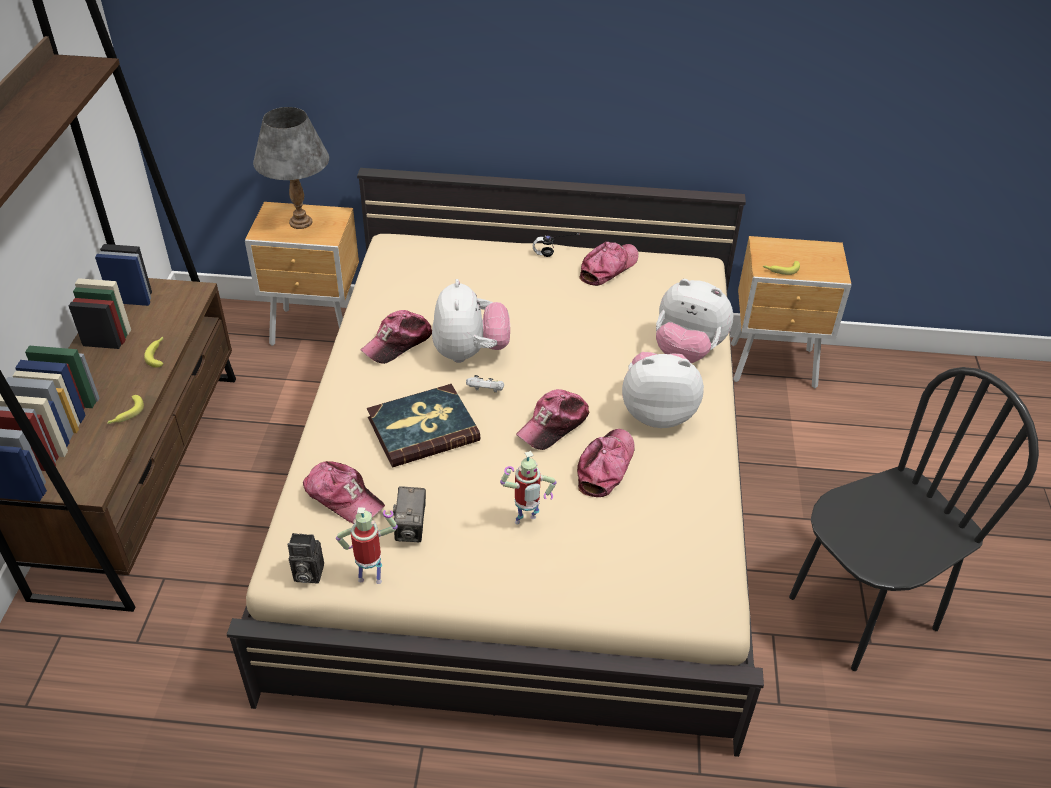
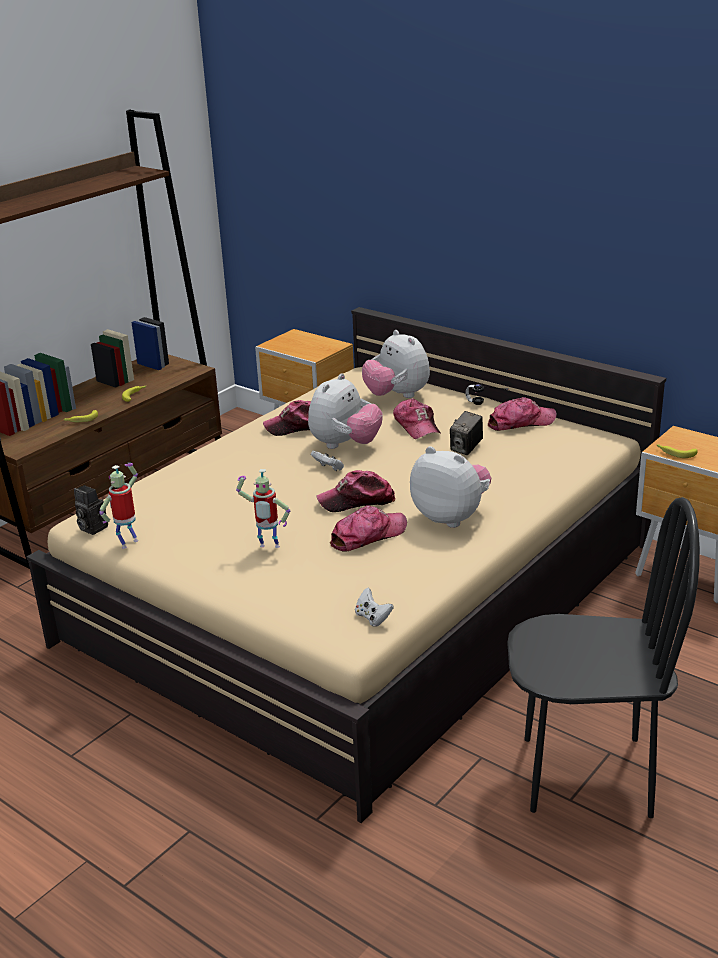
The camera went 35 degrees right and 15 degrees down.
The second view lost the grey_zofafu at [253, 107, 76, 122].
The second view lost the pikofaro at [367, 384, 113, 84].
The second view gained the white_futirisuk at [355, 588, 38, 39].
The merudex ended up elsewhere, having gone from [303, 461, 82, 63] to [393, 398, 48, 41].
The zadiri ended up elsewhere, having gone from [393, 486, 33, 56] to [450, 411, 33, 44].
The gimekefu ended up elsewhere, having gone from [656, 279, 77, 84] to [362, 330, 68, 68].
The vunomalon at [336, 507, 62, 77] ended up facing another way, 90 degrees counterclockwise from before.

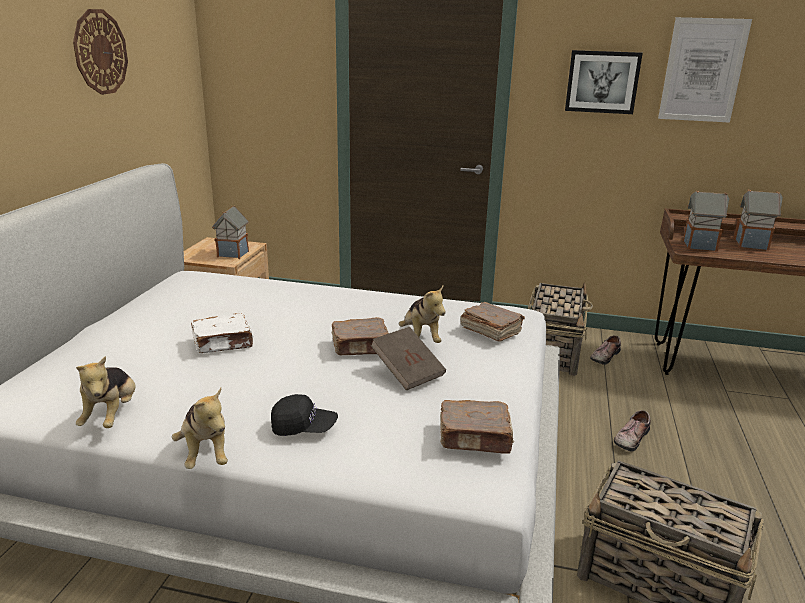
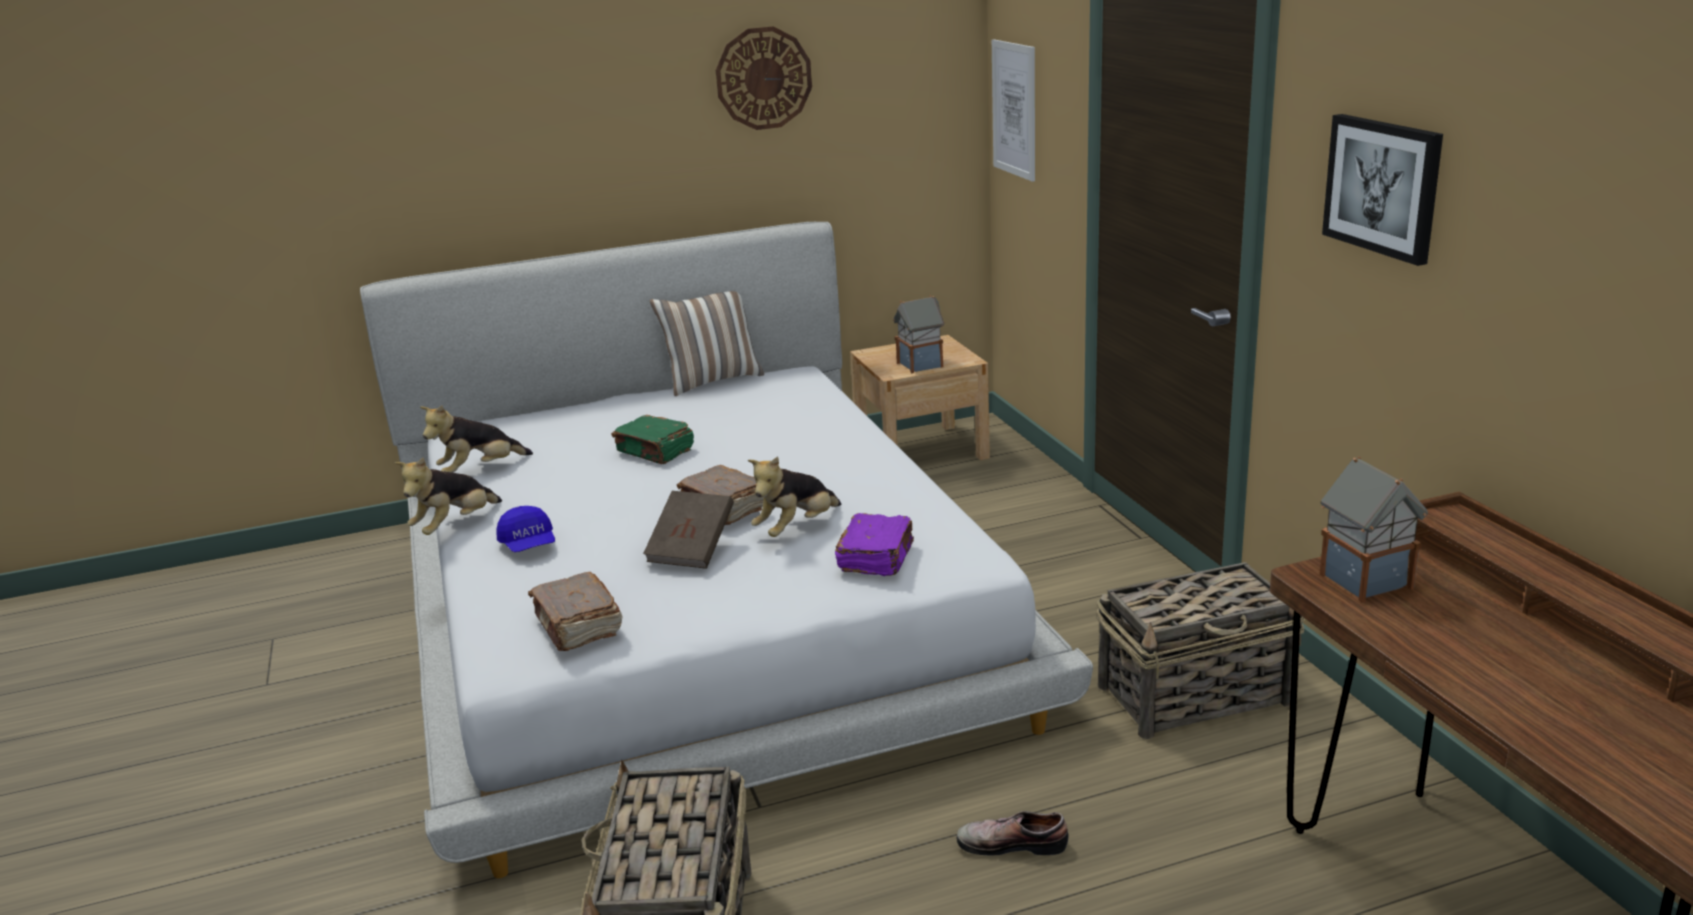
The camera went 60 degrees right and 0 degrees up.
The second view lost the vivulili at [590, 335, 31, 30].
The second view lost the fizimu at [733, 189, 50, 61].
The second view gained the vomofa at [650, 291, 114, 105].
The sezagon ended up elsewhere, having gone from [658, 17, 94, 106] to [992, 39, 43, 143].
What was the white_pikofaro at [191, 313, 63, 40] turned into the green_pikofaro at [611, 415, 83, 49].
What was the black_merudex at [271, 394, 67, 42] turned into the blue_merudex at [497, 506, 58, 46].
What was the brown_pikofaro at [461, 302, 64, 40] turned into the purple_pikofaro at [835, 513, 79, 63].

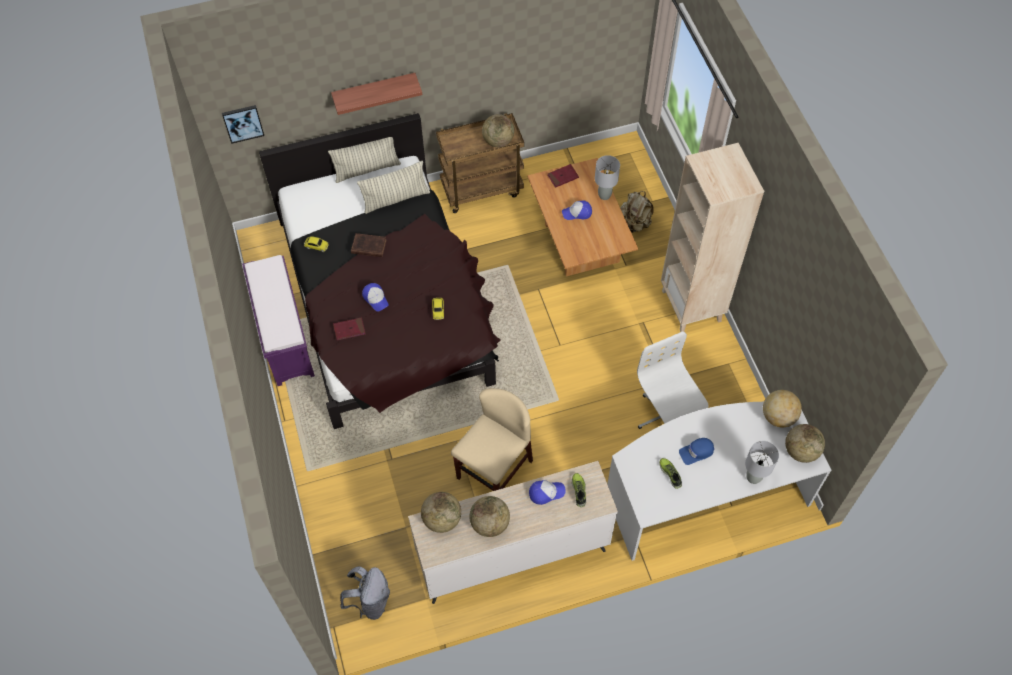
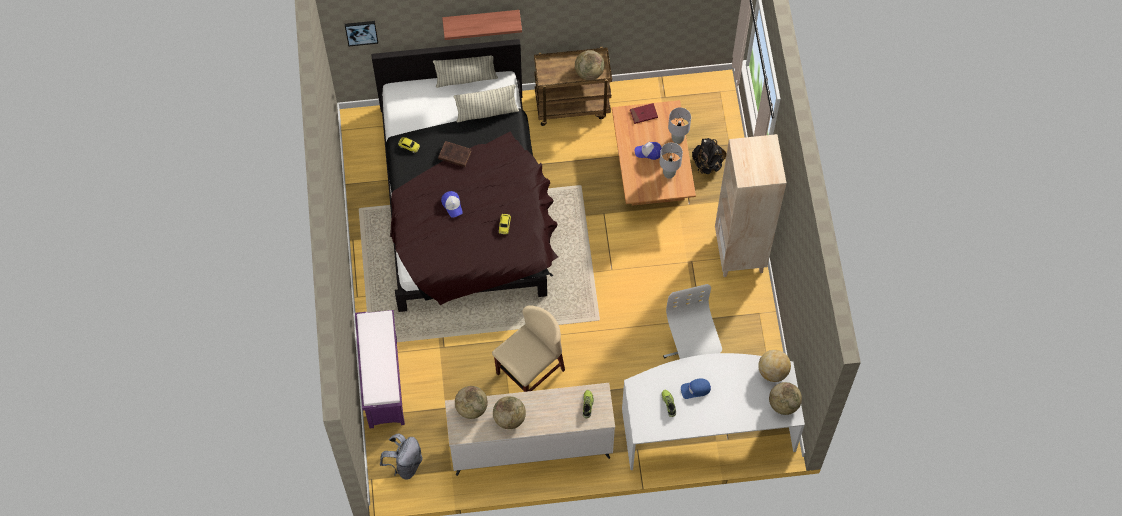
The camera went 10 degrees right and 5 degrees up.
The second view lost the red_pikofaro at [333, 317, 33, 23].
The second view lost the merudex at [529, 480, 37, 25].
The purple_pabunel ended up elsewhere, having gone from [242, 255, 73, 131] to [355, 310, 50, 119].
The grey_zofafu ended up elsewhere, having gone from [745, 441, 34, 43] to [660, 143, 23, 36].
What was the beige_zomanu at [620, 191, 34, 42] turned into the black_zomanu at [692, 138, 34, 36].

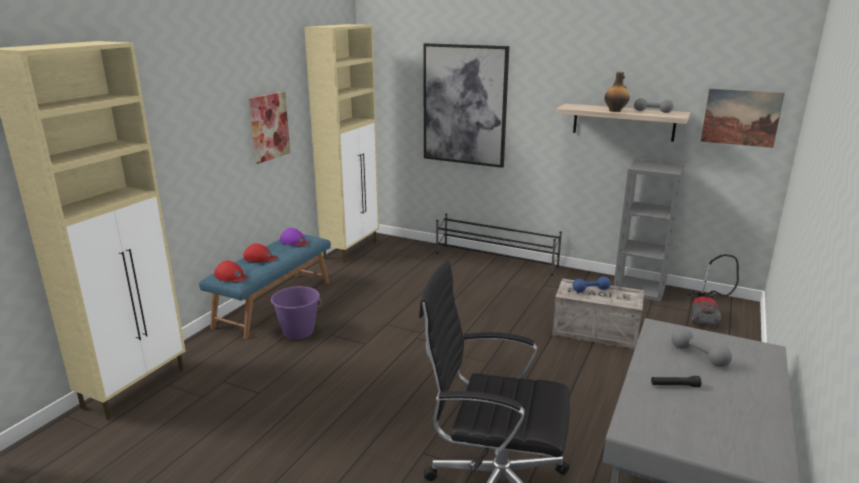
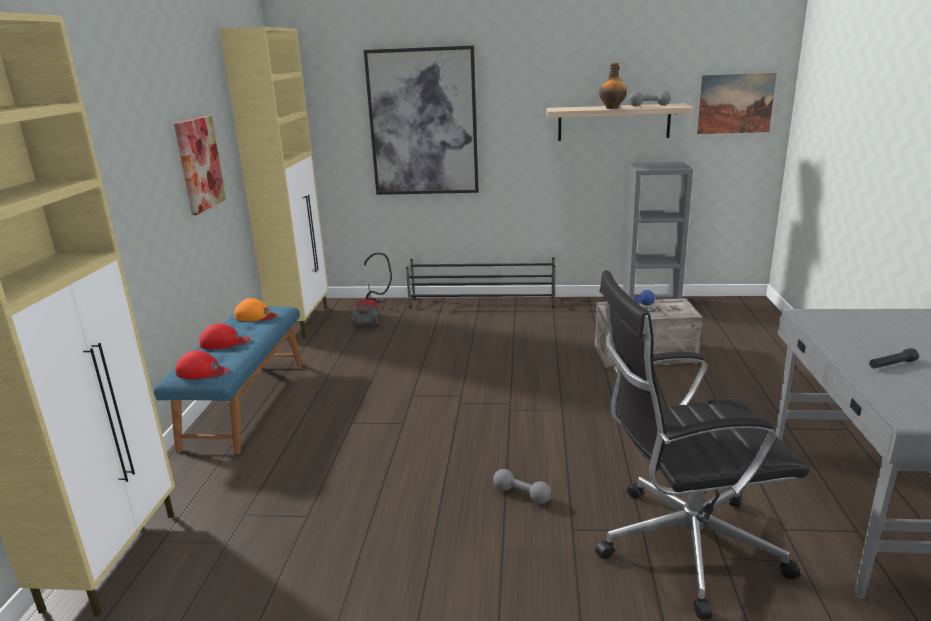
The camera went 20 degrees left and 0 degrees up.
The second view lost the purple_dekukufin at [271, 286, 51, 54].
The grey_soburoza ended up elsewhere, having gone from [671, 328, 61, 39] to [493, 469, 58, 35].
The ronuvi ended up elsewhere, having gone from [687, 254, 52, 74] to [351, 253, 41, 74].
What was the purple_merudex at [280, 228, 29, 19] turned into the orange_merudex at [234, 298, 44, 23].

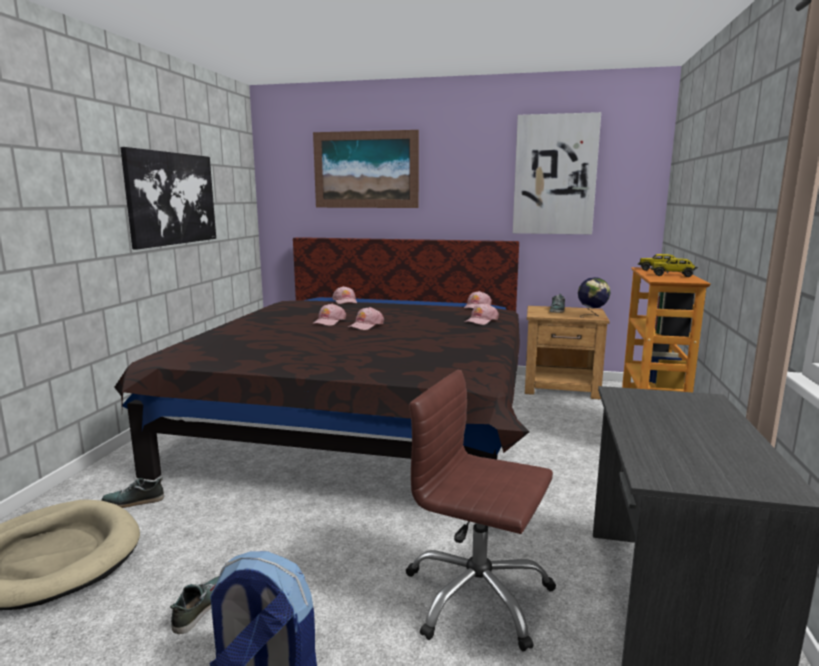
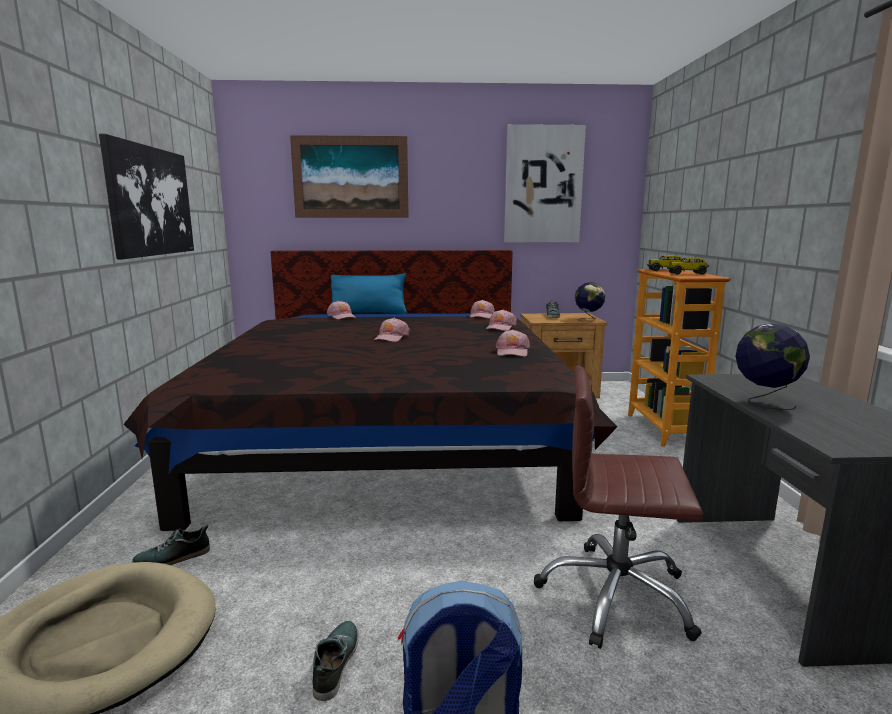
The camera went 15 degrees left and 0 degrees up.
The second view gained the blue_vomofa at [331, 273, 76, 41].
The second view gained the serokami at [735, 323, 75, 87].
The pink_merudex ended up elsewhere, having gone from [312, 303, 34, 23] to [496, 329, 34, 28].

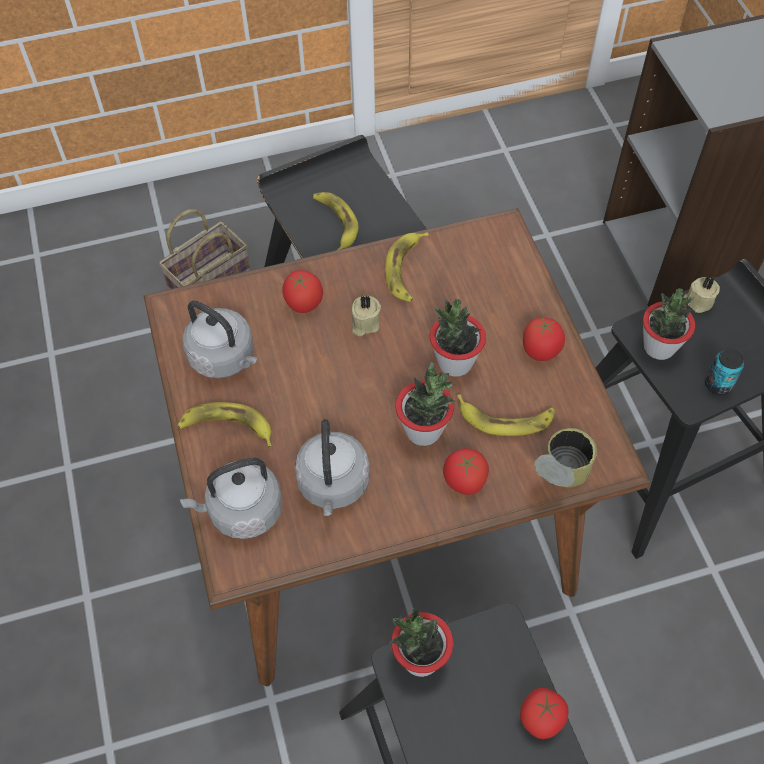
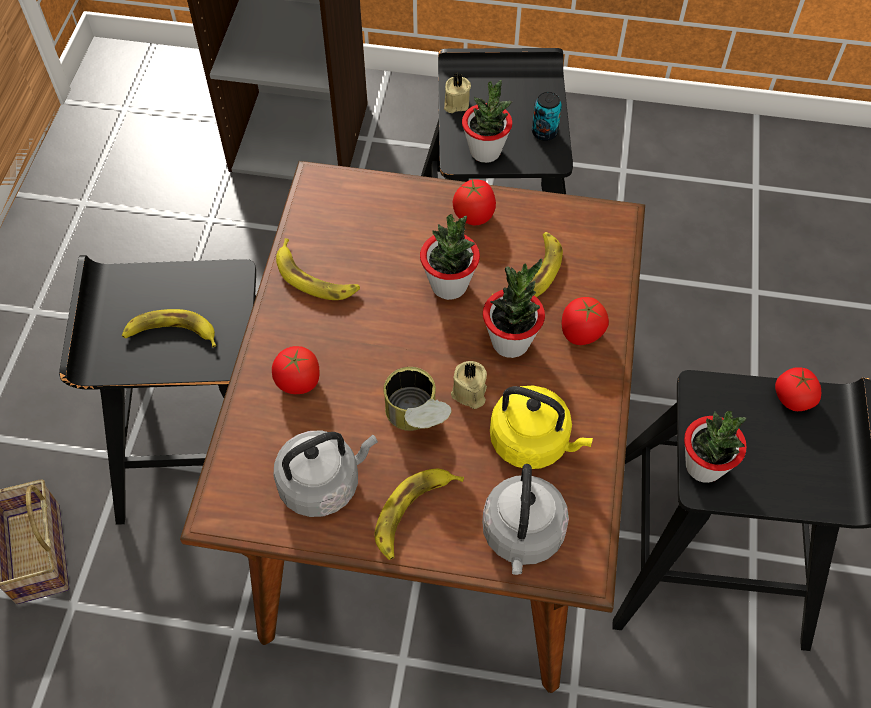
The camera went 65 degrees left and 0 degrees up.
The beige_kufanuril ended up elsewhere, having gone from [352, 296, 29, 40] to [451, 361, 36, 48].
The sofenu ended up elsewhere, having gone from [534, 428, 63, 59] to [384, 367, 67, 64].
What was the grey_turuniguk at [294, 419, 76, 97] turned into the yellow_turuniguk at [490, 385, 103, 84].

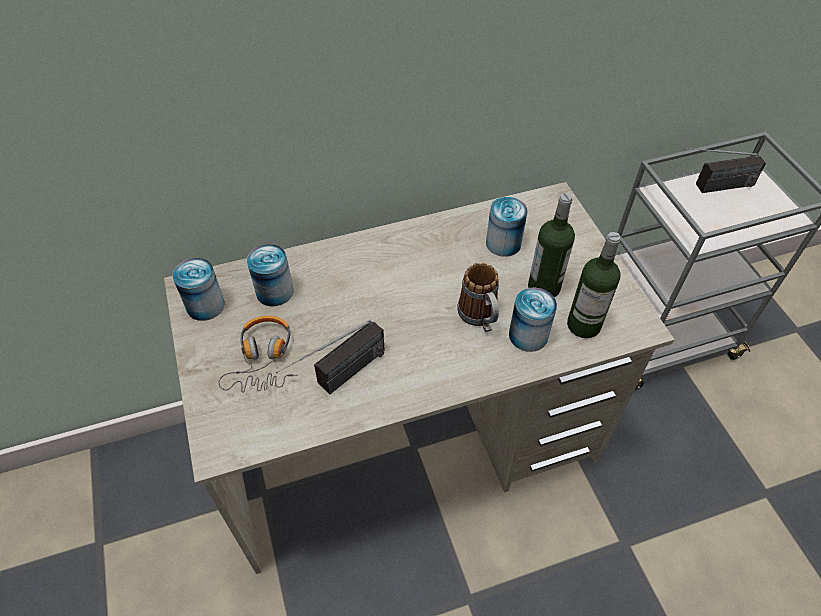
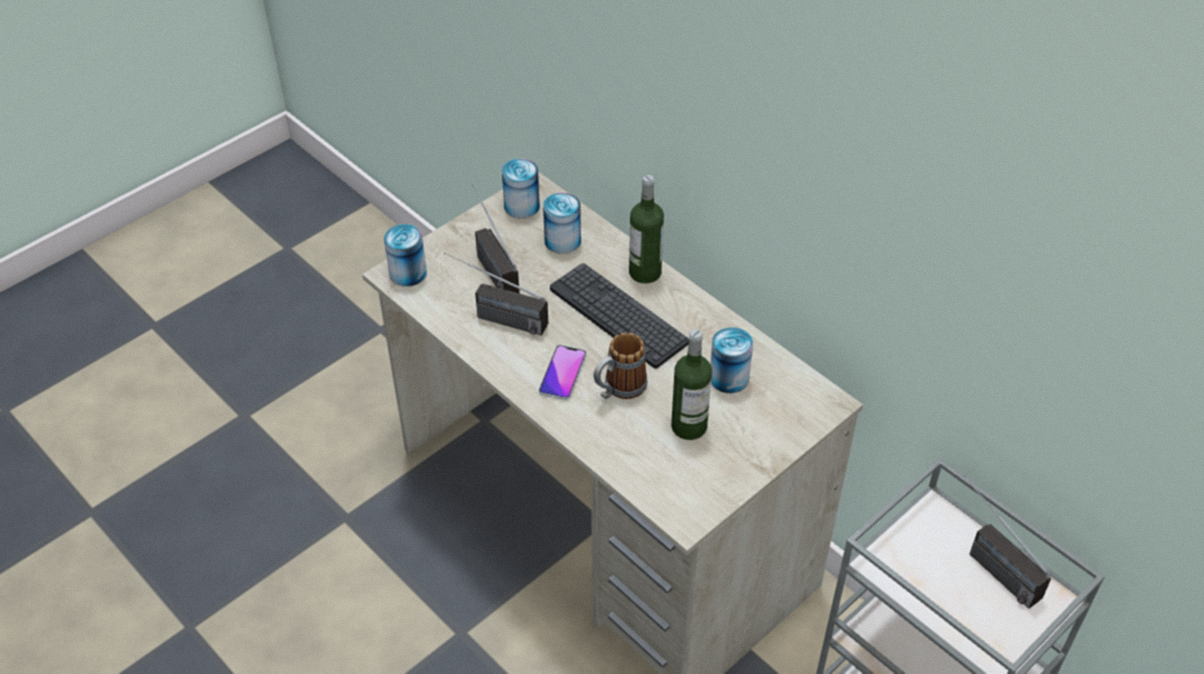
The camera went 65 degrees right and 5 degrees down.
The second view gained the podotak at [539, 345, 48, 55].
The second view gained the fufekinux at [550, 263, 139, 106].
The sofenu ended up elsewhere, having gone from [509, 288, 48, 64] to [384, 224, 43, 63].
The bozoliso ended up elsewhere, having gone from [567, 232, 54, 106] to [629, 175, 35, 109].
Where the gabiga stood at [219, 316, 78, 77], the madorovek came to stand at [472, 184, 47, 109].

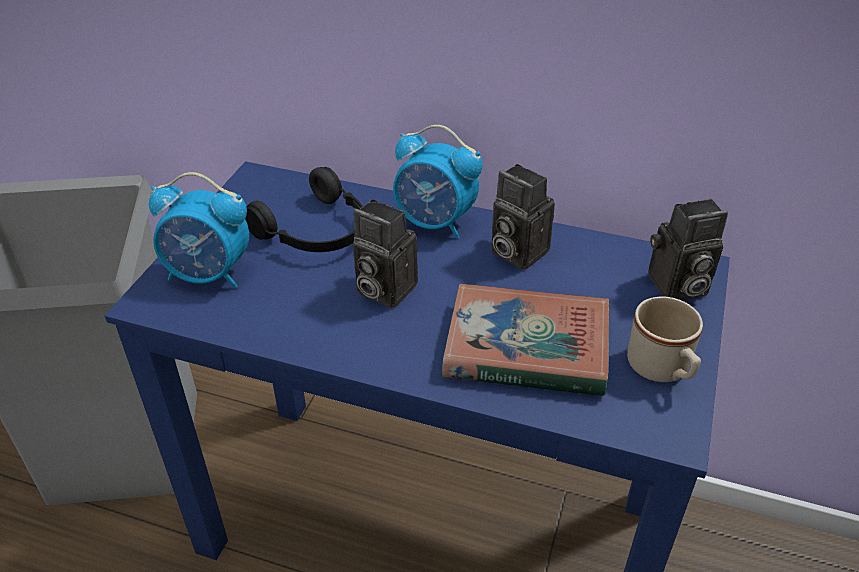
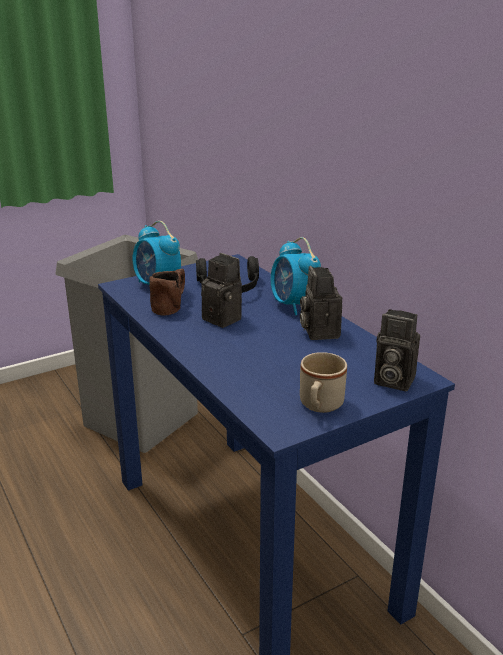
The camera went 40 degrees right and 15 degrees down.
The second view lost the pikofaro at [442, 284, 167, 112].
The second view gained the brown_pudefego at [149, 269, 36, 47].
The zadiri at [353, 199, 65, 109] ended up facing another way, 150 degrees clockwise from before.

